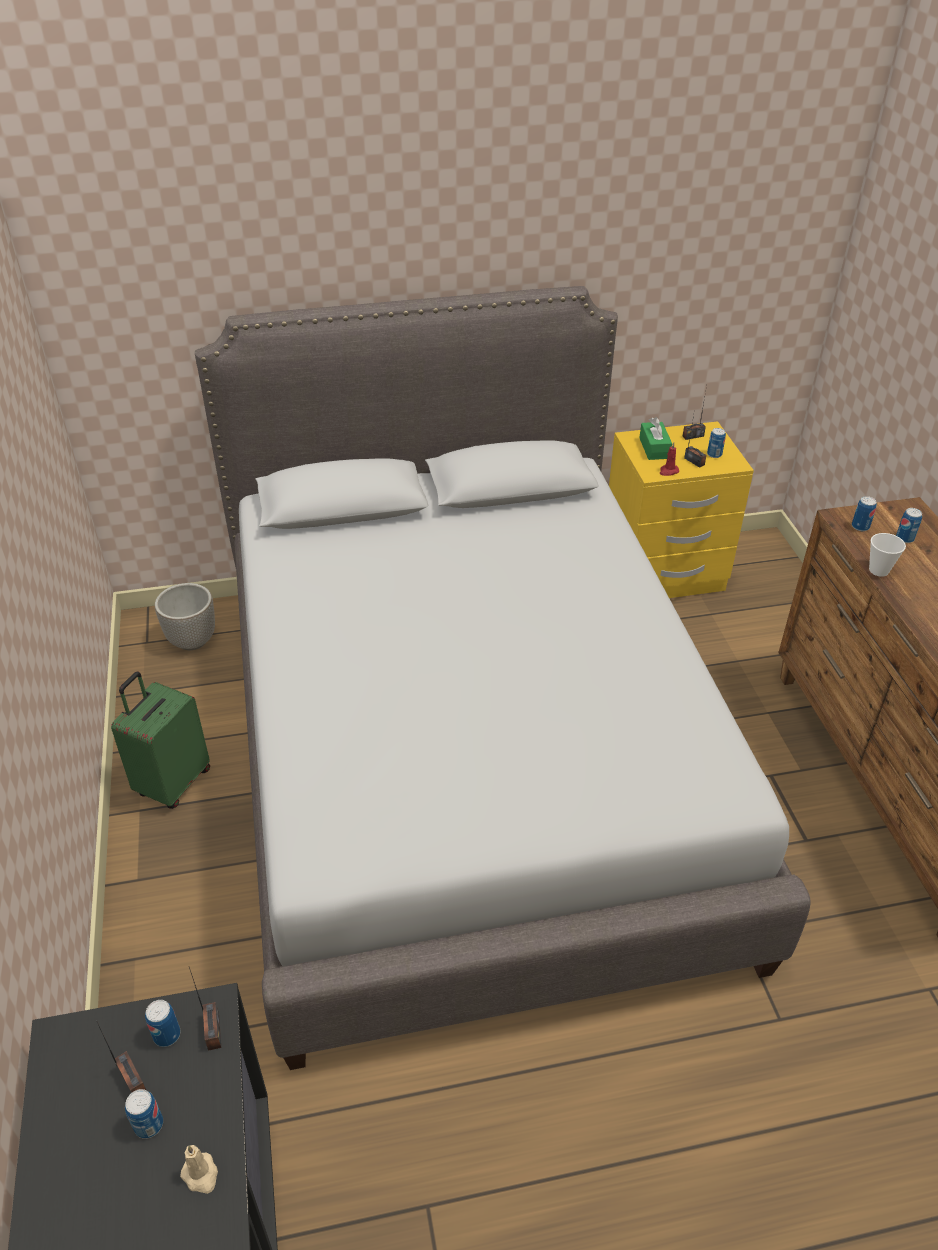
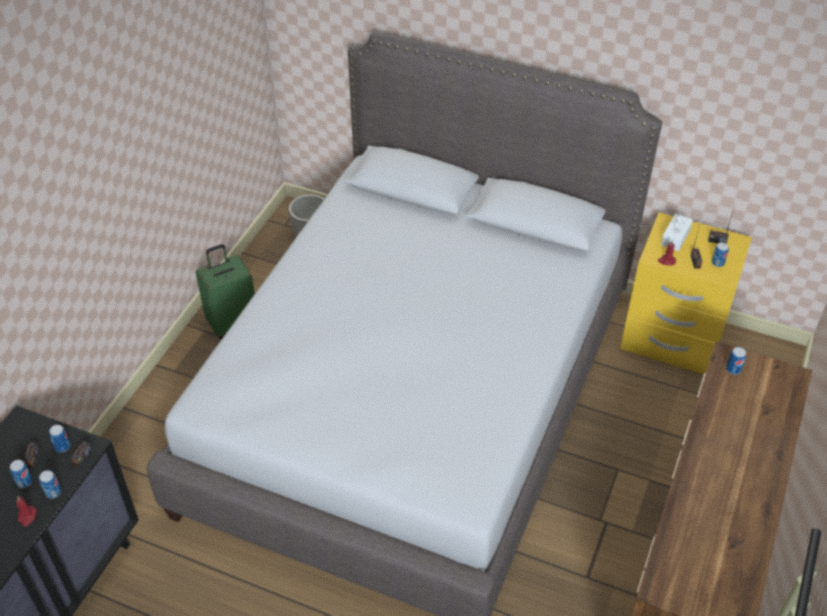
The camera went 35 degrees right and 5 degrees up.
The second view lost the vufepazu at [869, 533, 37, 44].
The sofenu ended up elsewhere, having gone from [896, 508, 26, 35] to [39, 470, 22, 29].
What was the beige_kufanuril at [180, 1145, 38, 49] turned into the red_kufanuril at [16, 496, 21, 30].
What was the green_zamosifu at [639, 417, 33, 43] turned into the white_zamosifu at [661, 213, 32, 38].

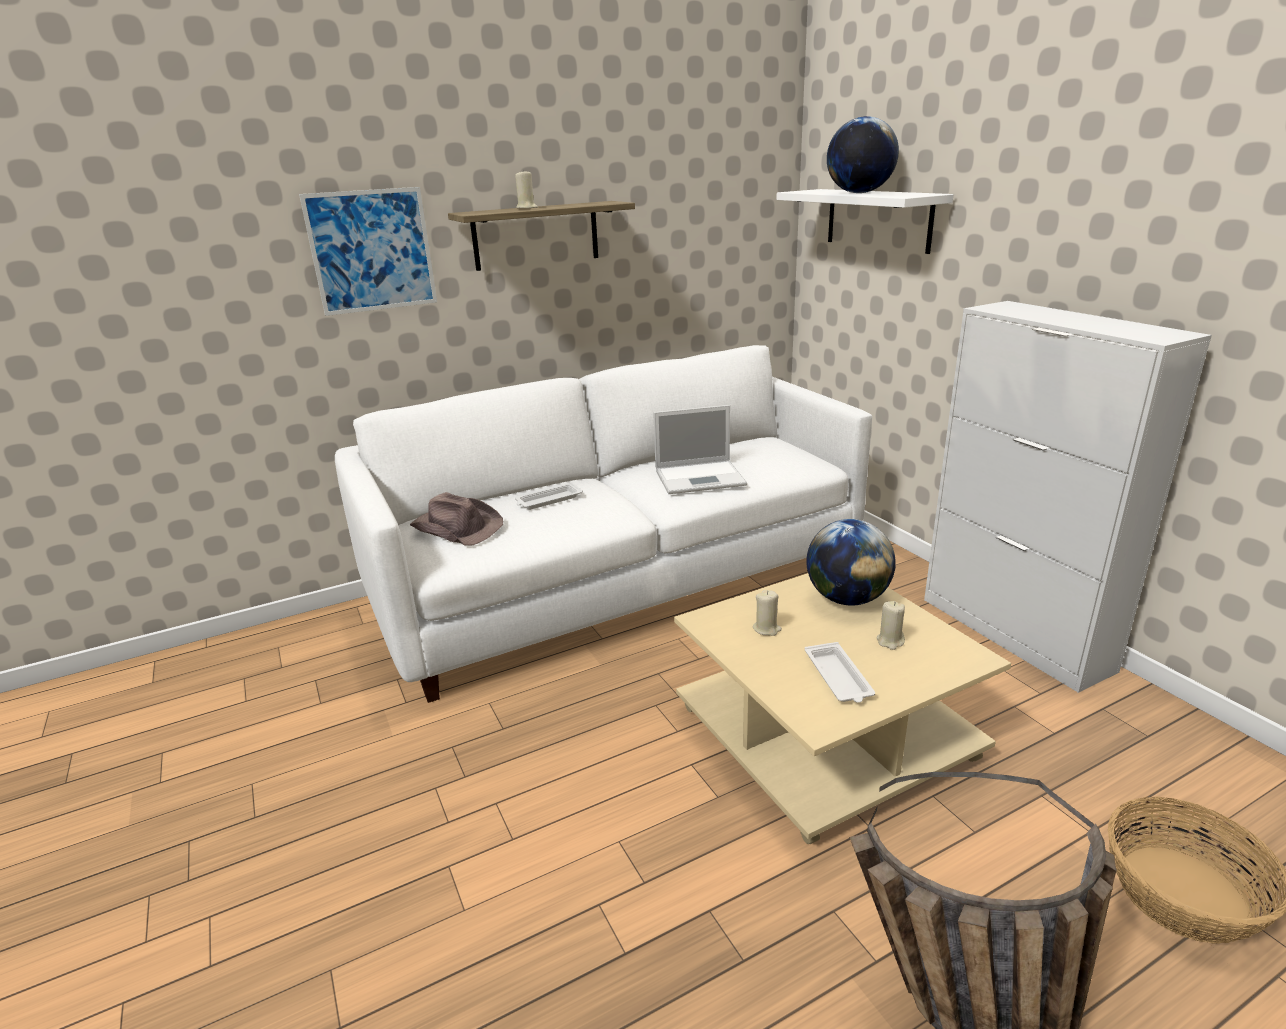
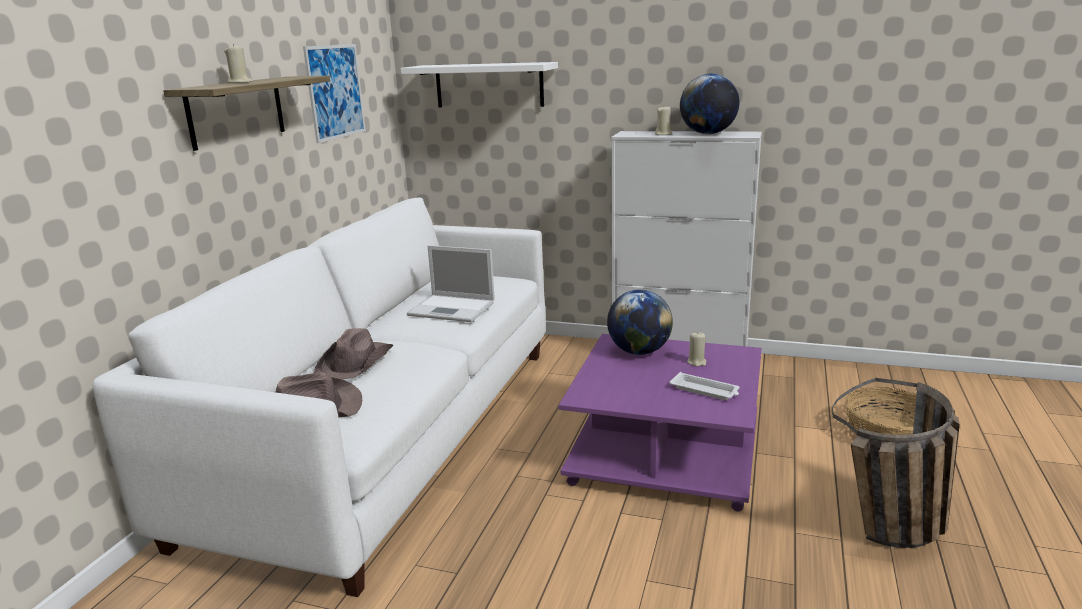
The camera went 45 degrees left and 5 degrees down.
The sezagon ended up elsewhere, having gone from [299, 187, 138, 129] to [303, 44, 63, 99].
The beige_kufanuril ended up elsewhere, having gone from [753, 590, 29, 46] to [655, 107, 18, 28].
The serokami ended up elsewhere, having gone from [827, 116, 72, 77] to [680, 74, 60, 60].
Where the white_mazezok stood at [515, 482, 68, 28], the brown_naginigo came to stand at [314, 328, 80, 51].
What was the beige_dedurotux at [674, 573, 337, 271] turned into the purple_dedurotux at [559, 334, 203, 177].
The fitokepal at [653, 405, 94, 89] ended up facing another way, 75 degrees clockwise from before.

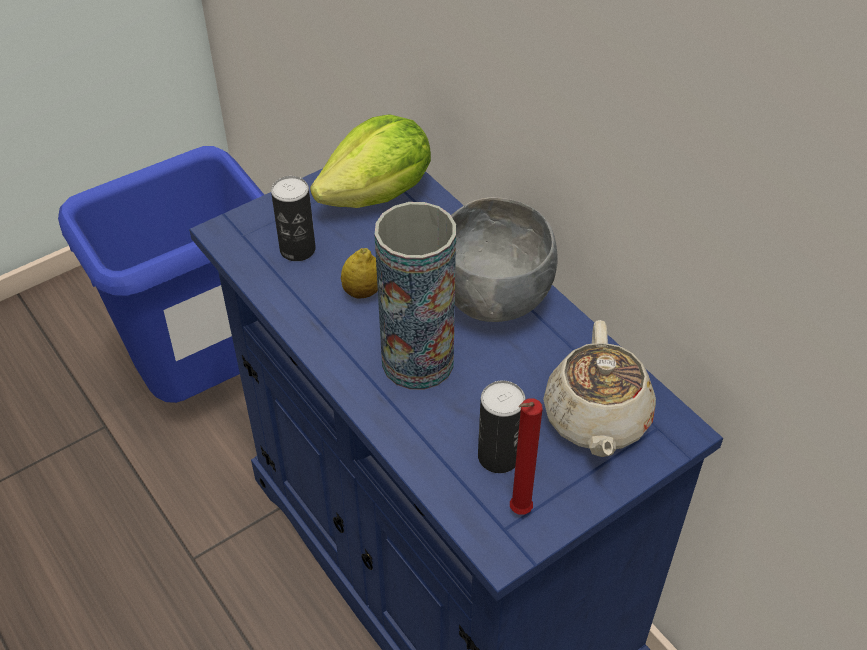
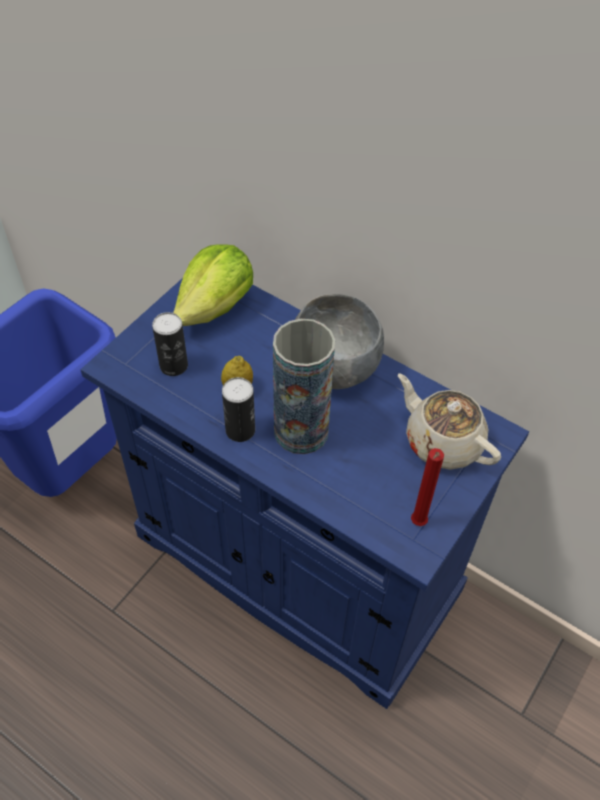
The camera went 20 degrees left and 5 degrees up.
The sofenu ended up elsewhere, having gone from [478, 380, 48, 93] to [222, 377, 33, 65].
The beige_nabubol at [543, 320, 113, 137] ended up facing another way, 150 degrees clockwise from before.

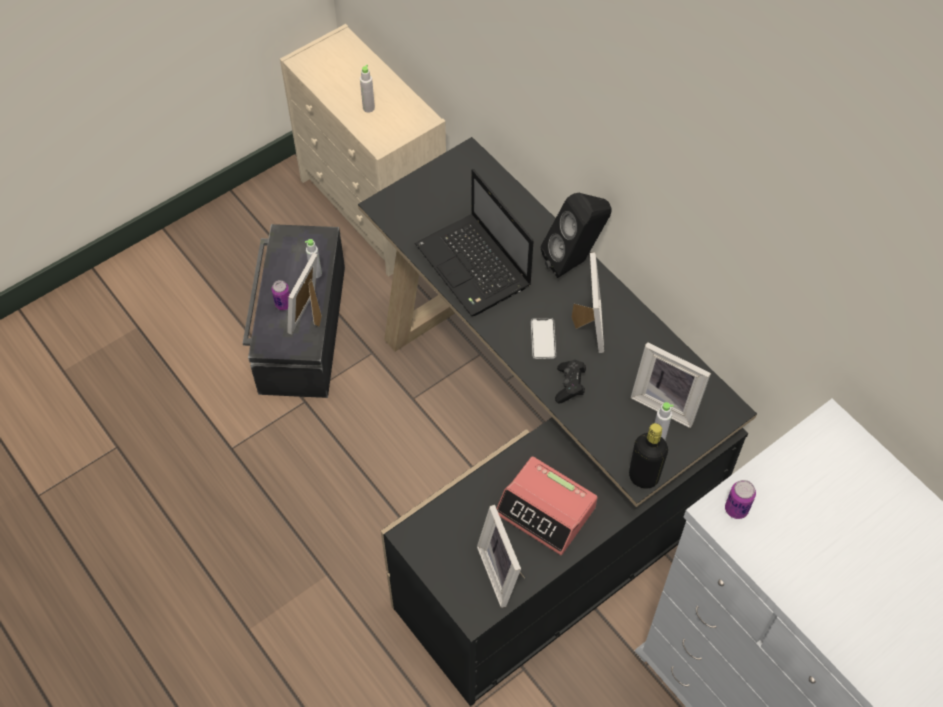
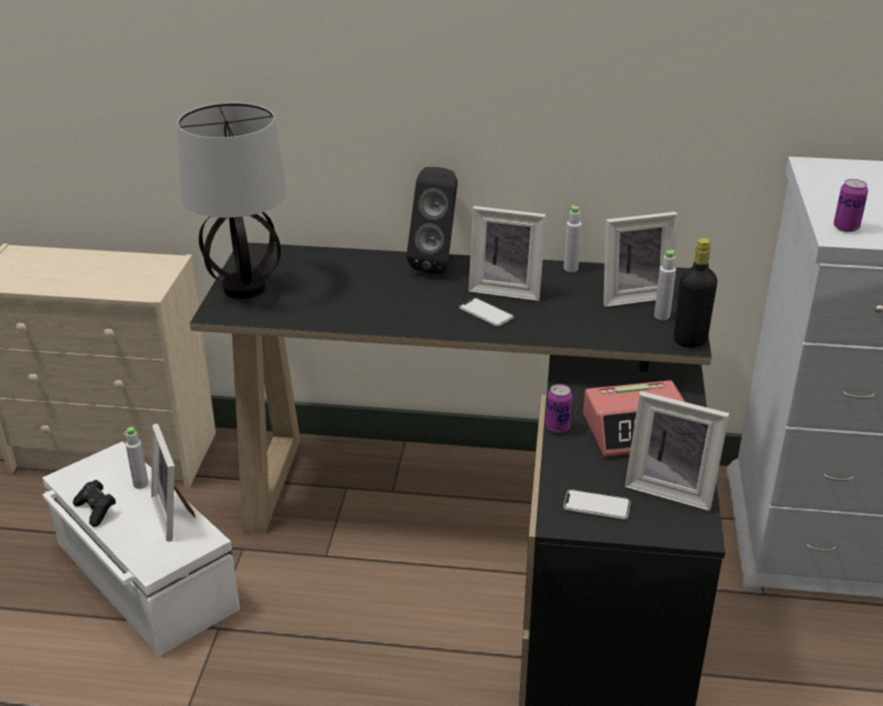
The camera went 45 degrees left and 25 degrees down.
The second view lost the fitokepal at [415, 169, 119, 147].
The second view gained the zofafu at [178, 103, 109, 196].
The second view gained the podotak at [563, 489, 68, 30].
The sofenu ended up elsewhere, having gone from [271, 280, 19, 30] to [546, 384, 27, 49].
The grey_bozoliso ended up elsewhere, having gone from [360, 64, 15, 49] to [564, 205, 18, 67].
The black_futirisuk ended up elsewhere, having gone from [555, 360, 31, 44] to [73, 480, 43, 47].
What was the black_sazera at [243, 224, 102, 174] turned into the white_sazera at [42, 441, 198, 215].
The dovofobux at [572, 253, 32, 100] ended up facing another way, 150 degrees clockwise from before.

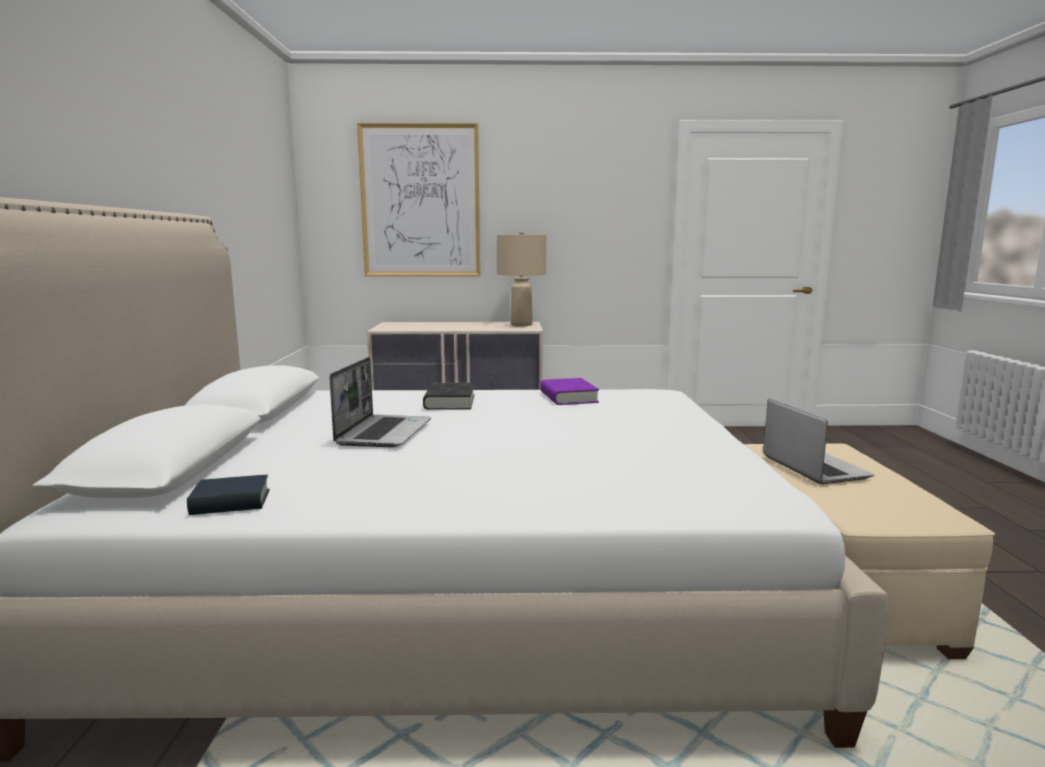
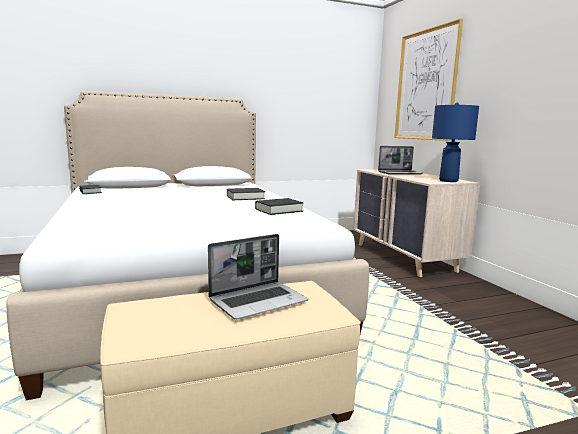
The camera went 70 degrees right and 0 degrees up.
The fitokepal ended up elsewhere, having gone from [329, 357, 102, 90] to [378, 146, 45, 29].
What was the beige_zofafu at [497, 231, 49, 95] turned into the blue_zofafu at [432, 103, 47, 79].
What was the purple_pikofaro at [540, 378, 59, 27] turned into the black_pikofaro at [255, 198, 49, 17].

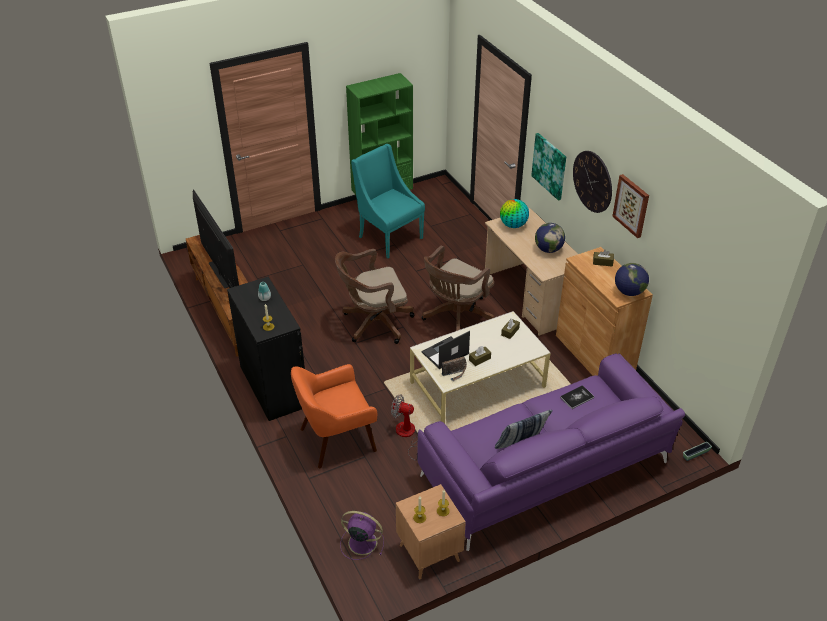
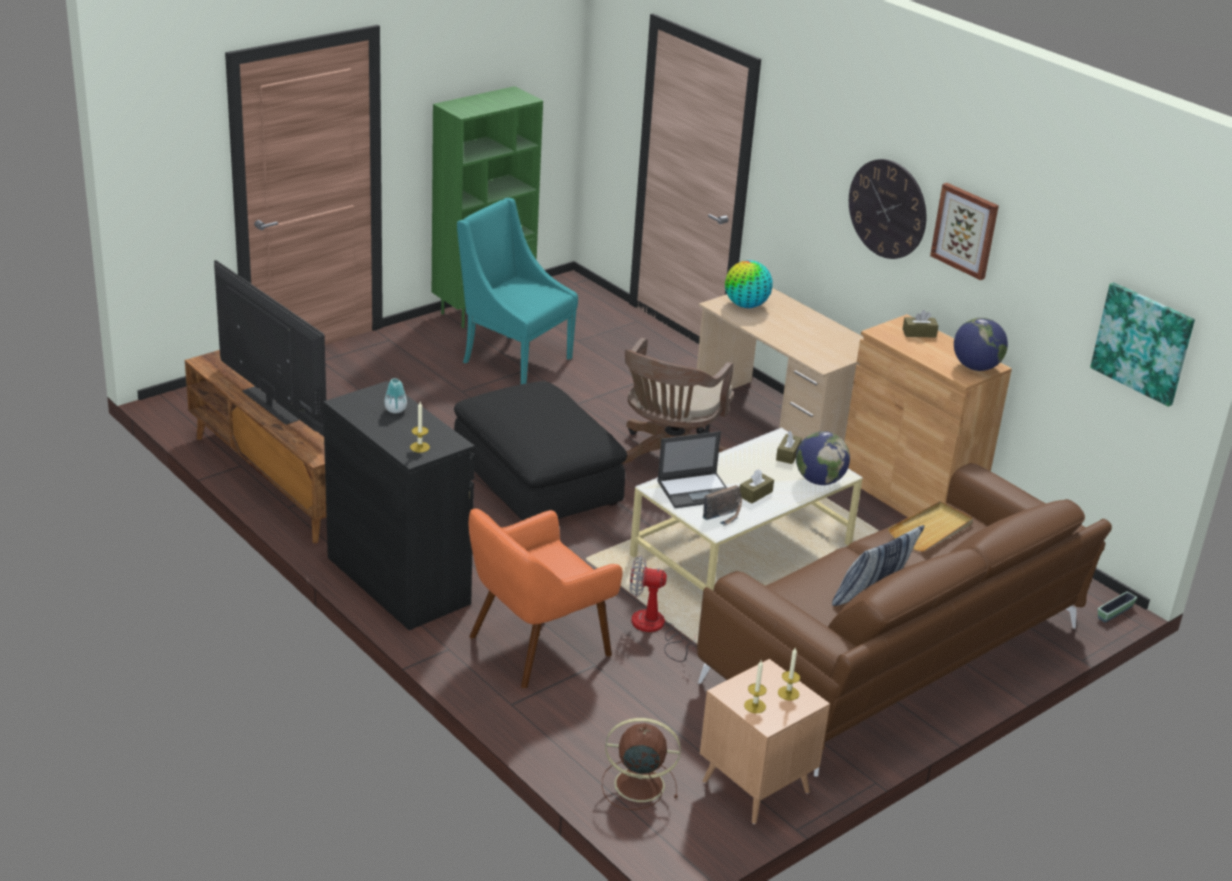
The camera went 15 degrees left and 10 degrees down.
The sezagon ended up elsewhere, having gone from [531, 133, 35, 68] to [1090, 282, 105, 125].
The serokami ended up elsewhere, having gone from [535, 223, 30, 30] to [796, 431, 54, 54].
Where the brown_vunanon stood at [335, 249, 79, 95], the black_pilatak came to stand at [454, 381, 173, 140].
Where the pikofaro stood at [560, 385, 34, 24], the beige_mazezok came to stand at [888, 501, 85, 50].
What was the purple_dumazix at [340, 511, 44, 49] turned into the brown_dumazix at [602, 718, 79, 92].
What was the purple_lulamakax at [418, 353, 267, 198] turned into the brown_lulamakax at [697, 463, 415, 314].
The fitokepal at [421, 331, 49, 38] ended up facing another way, 150 degrees counterclockwise from before.

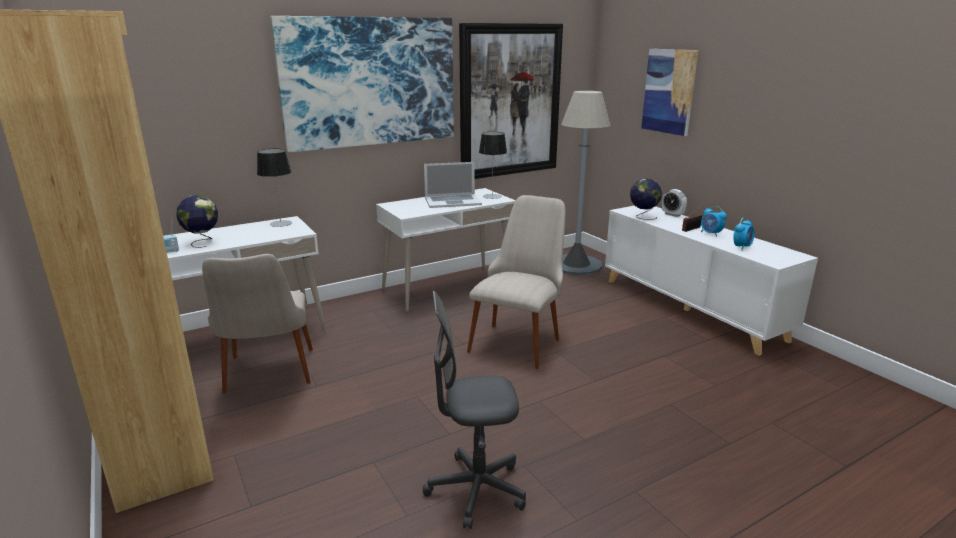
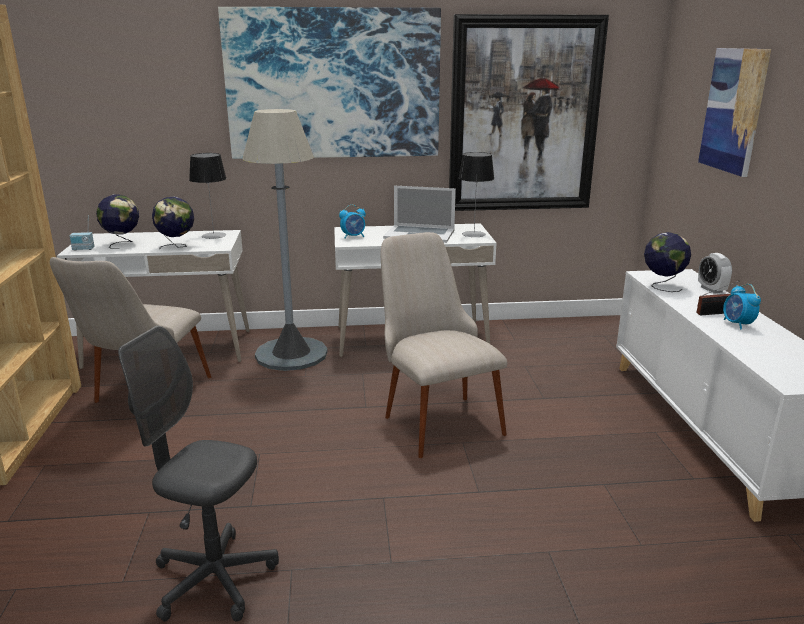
The camera went 25 degrees right and 0 degrees up.
The second view gained the serokami at [152, 196, 42, 52].
The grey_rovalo ended up elsewhere, having gone from [561, 91, 50, 184] to [242, 109, 86, 262].
The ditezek ended up elsewhere, having gone from [733, 218, 21, 32] to [339, 205, 27, 34].
The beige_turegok at [467, 195, 99, 174] ended up facing another way, 75 degrees counterclockwise from before.

